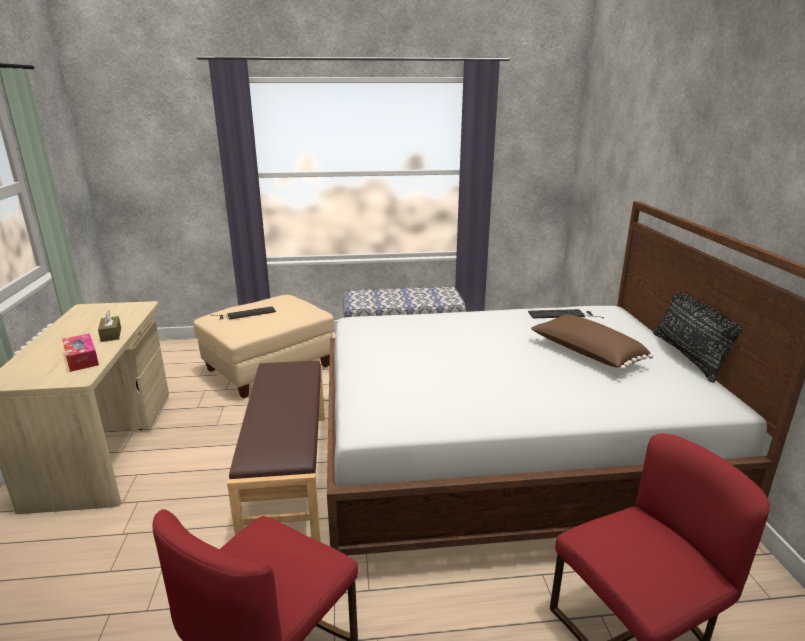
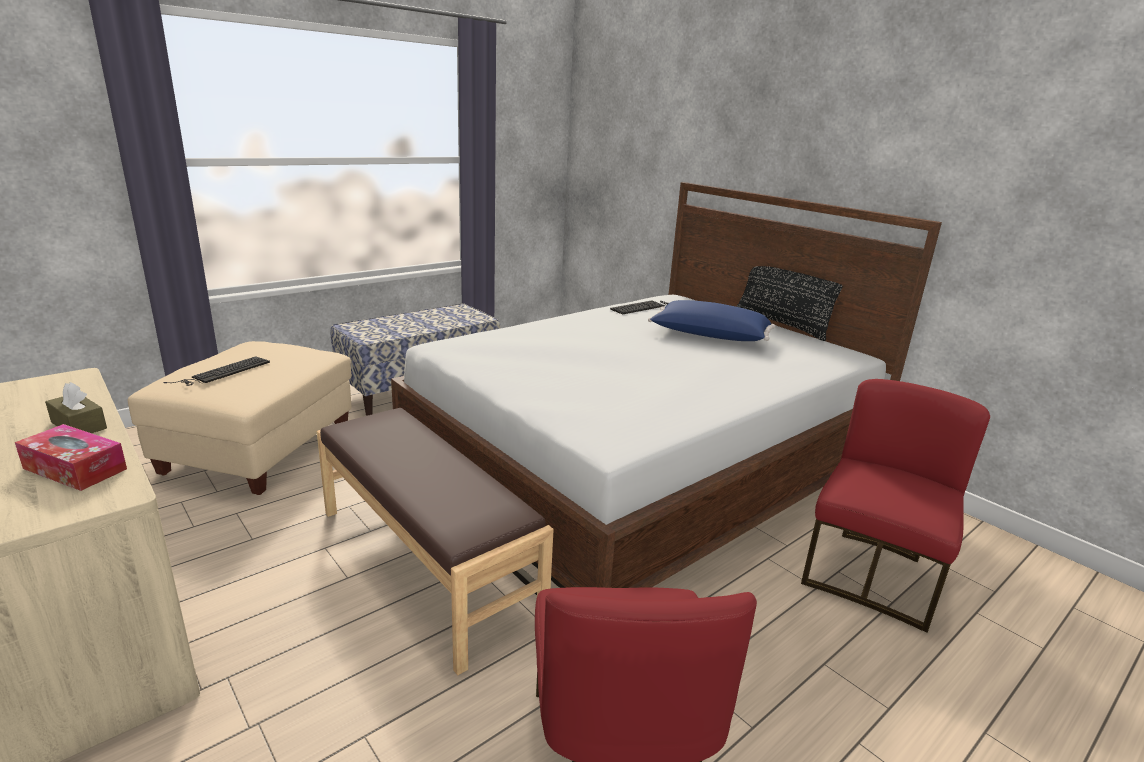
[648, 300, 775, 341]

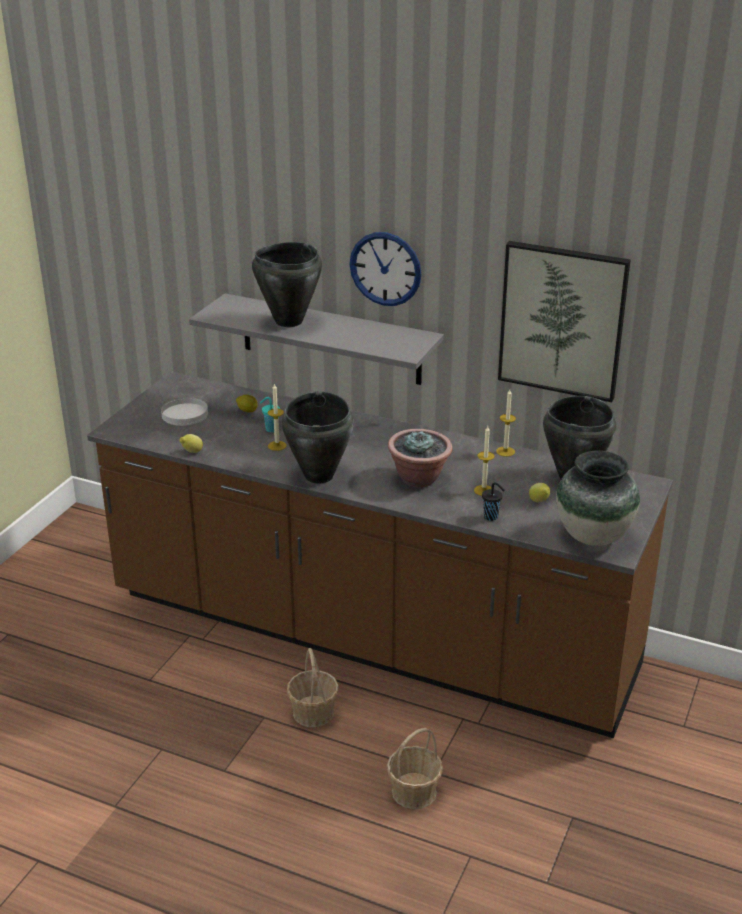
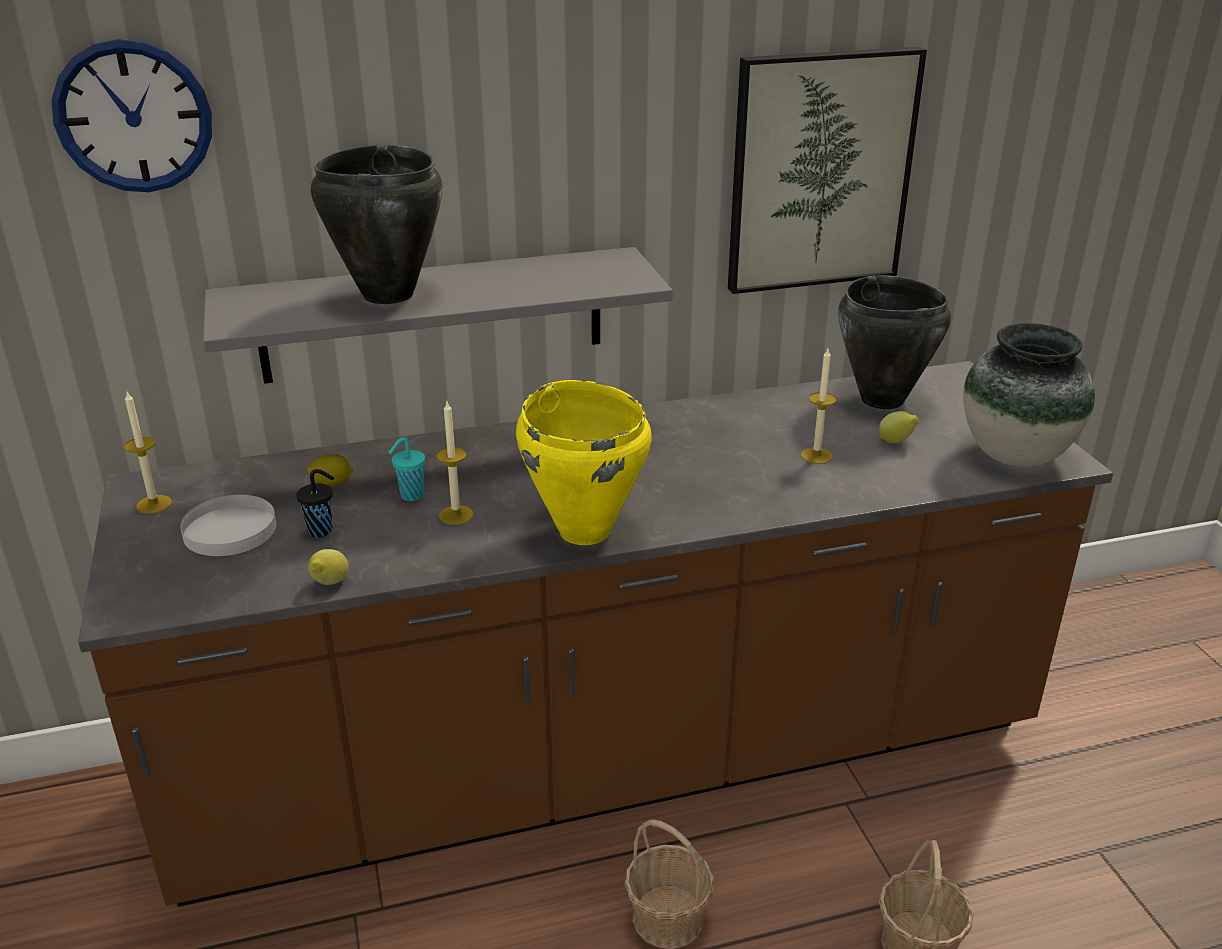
[516, 380, 652, 545]
[52, 39, 212, 192]
[388, 429, 452, 487] (first image)
[296, 469, 334, 537]
[124, 392, 172, 514]

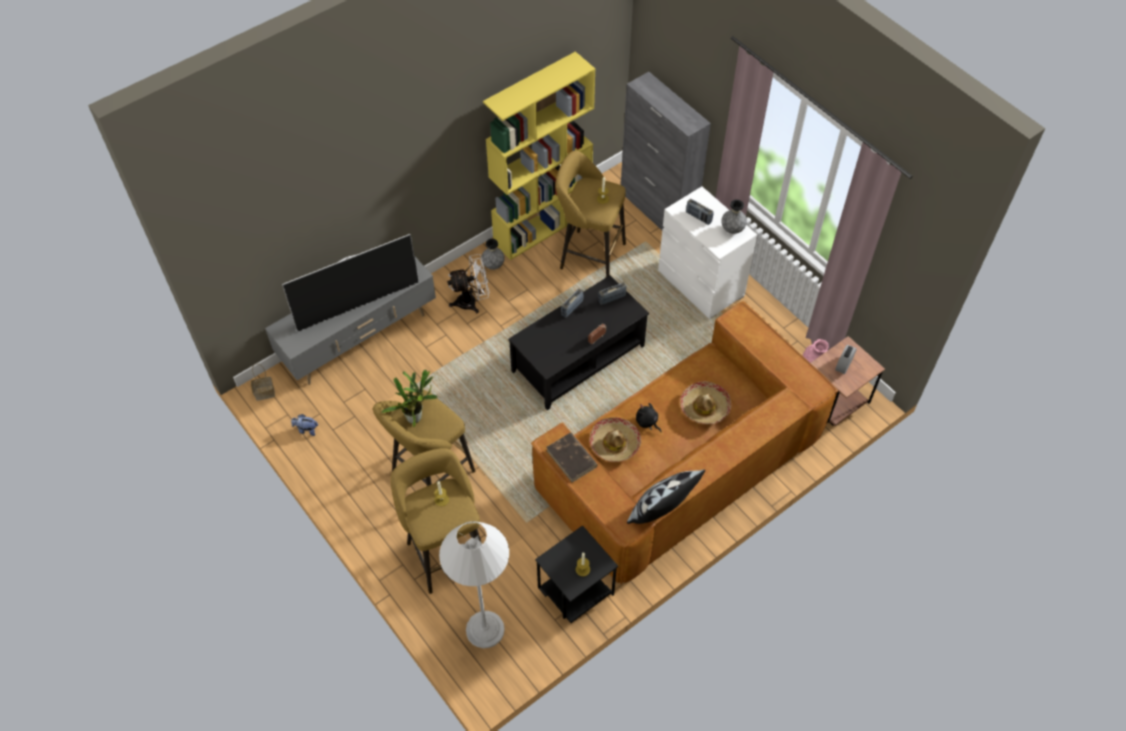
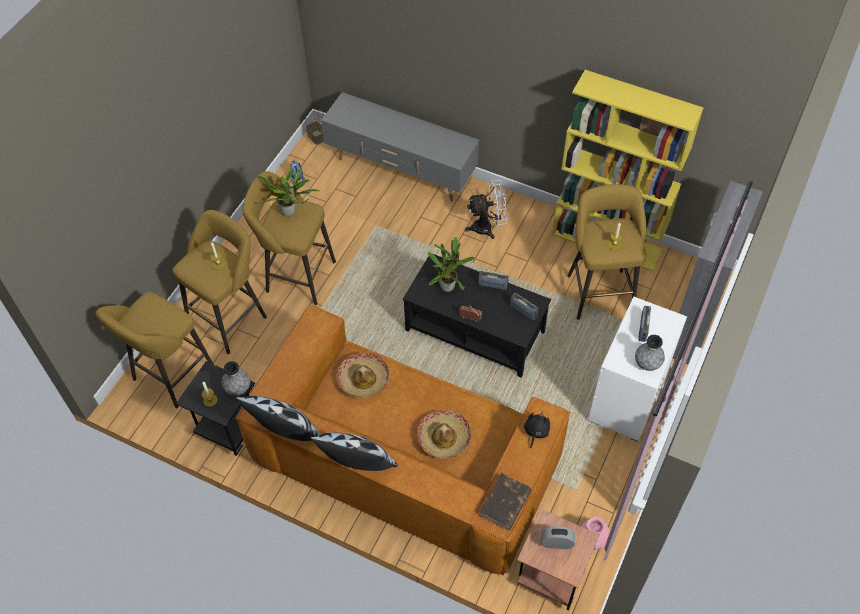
[282, 234, 419, 332] (first image)
[96, 292, 213, 408]
[465, 180, 509, 239]
[222, 361, 250, 396]
[479, 473, 532, 530]
[524, 412, 550, 449]
[310, 432, 398, 471]
[428, 237, 475, 292]

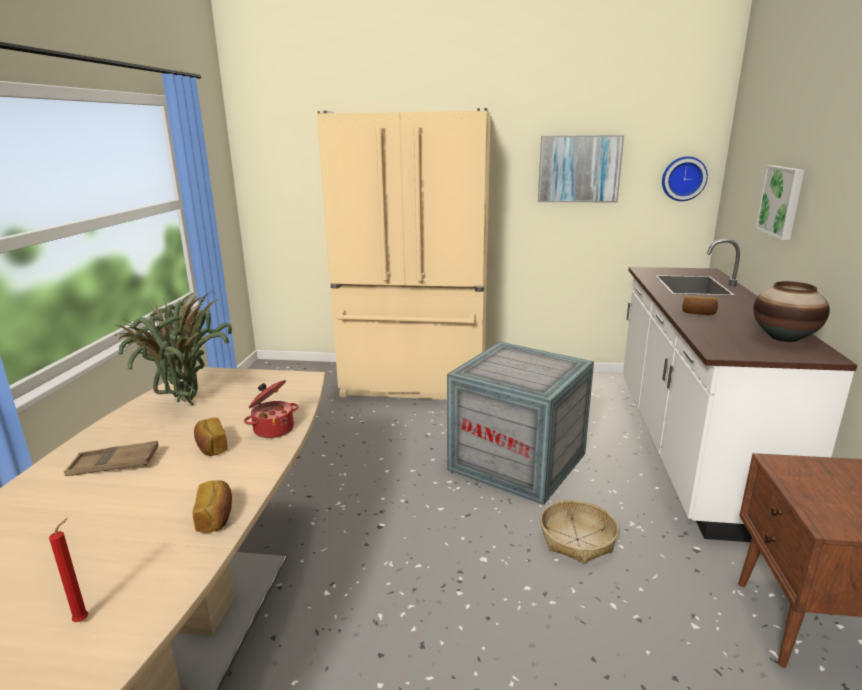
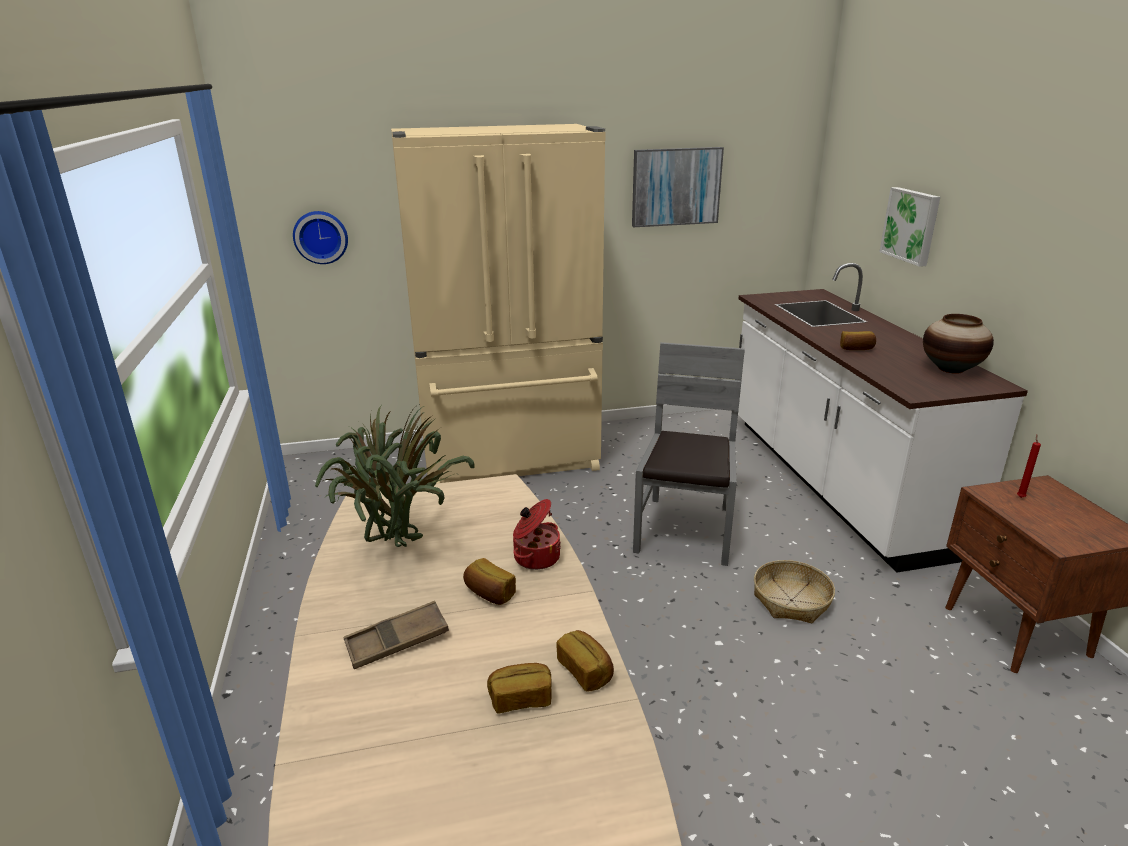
[1017, 435, 1041, 498]
[633, 342, 745, 566]
[293, 211, 348, 264]
[487, 663, 552, 714]

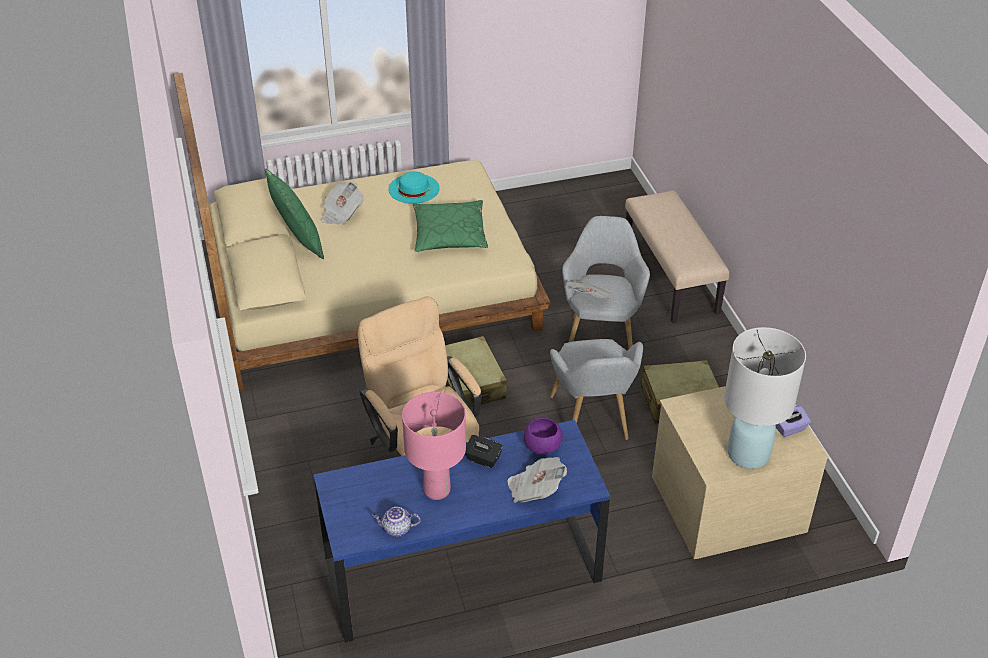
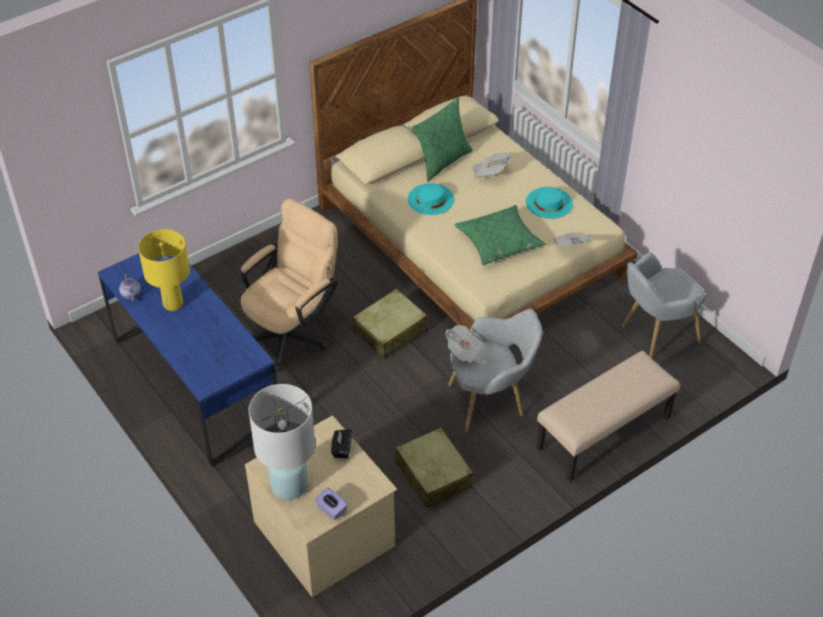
[138, 229, 190, 311]
[331, 429, 352, 458]
[552, 232, 592, 246]
[524, 418, 563, 454] (first image)
[622, 253, 706, 358]
[408, 183, 454, 215]

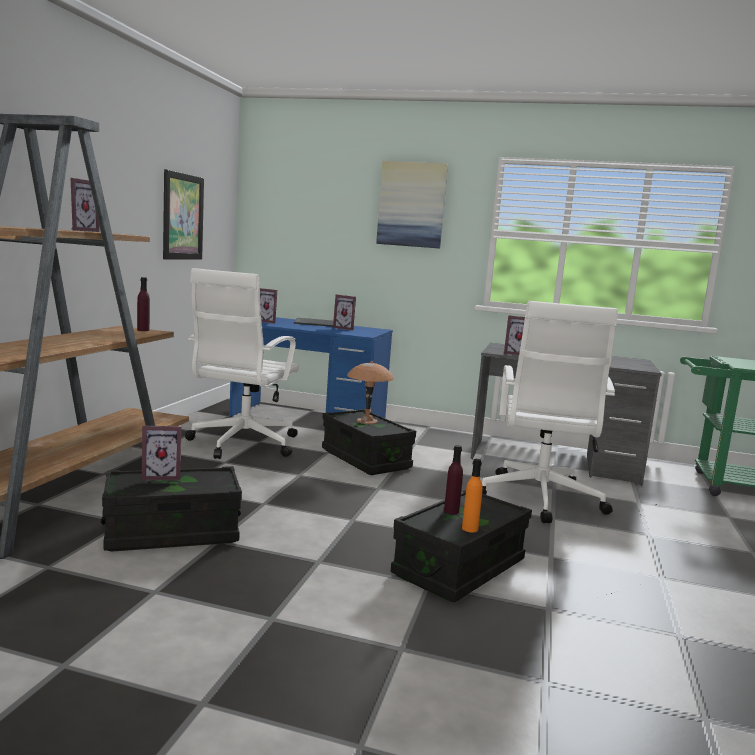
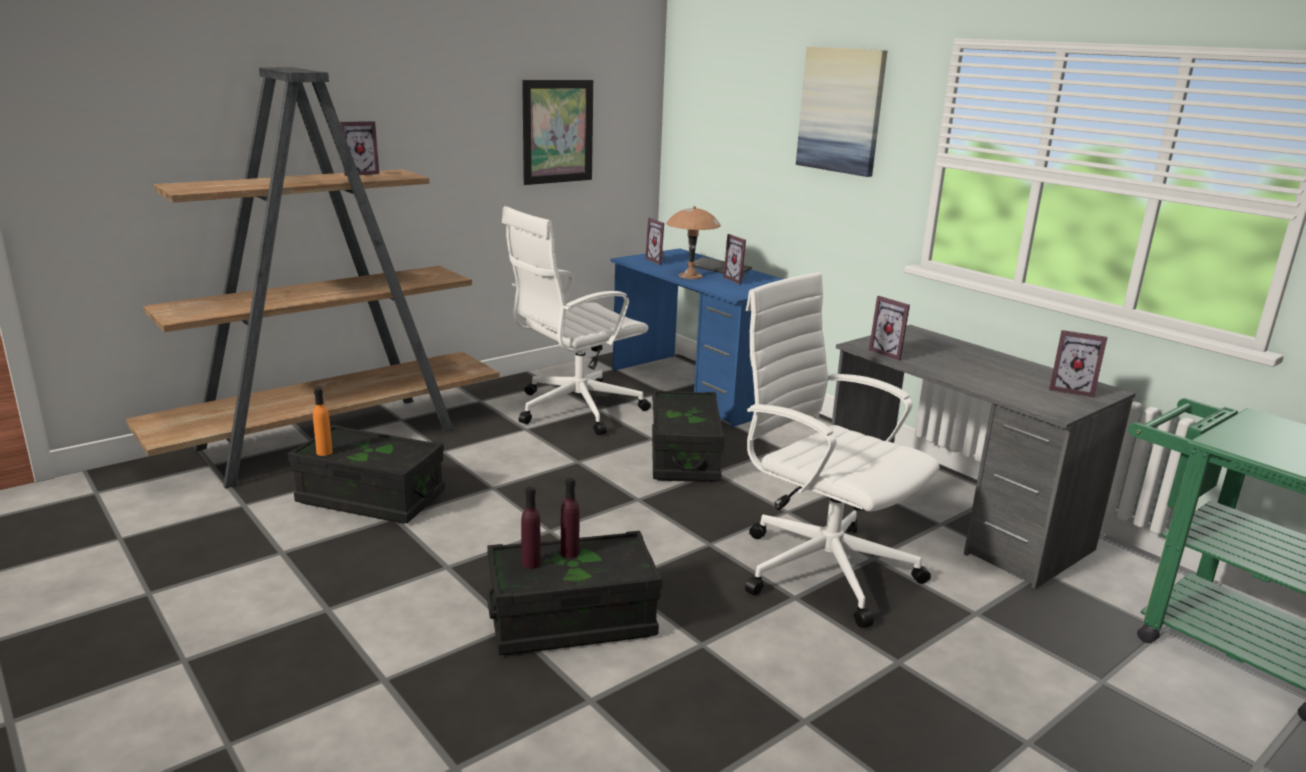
[521, 487, 541, 569]
[1049, 330, 1108, 398]
[666, 206, 721, 279]
[313, 388, 333, 456]
[745, 272, 940, 628]

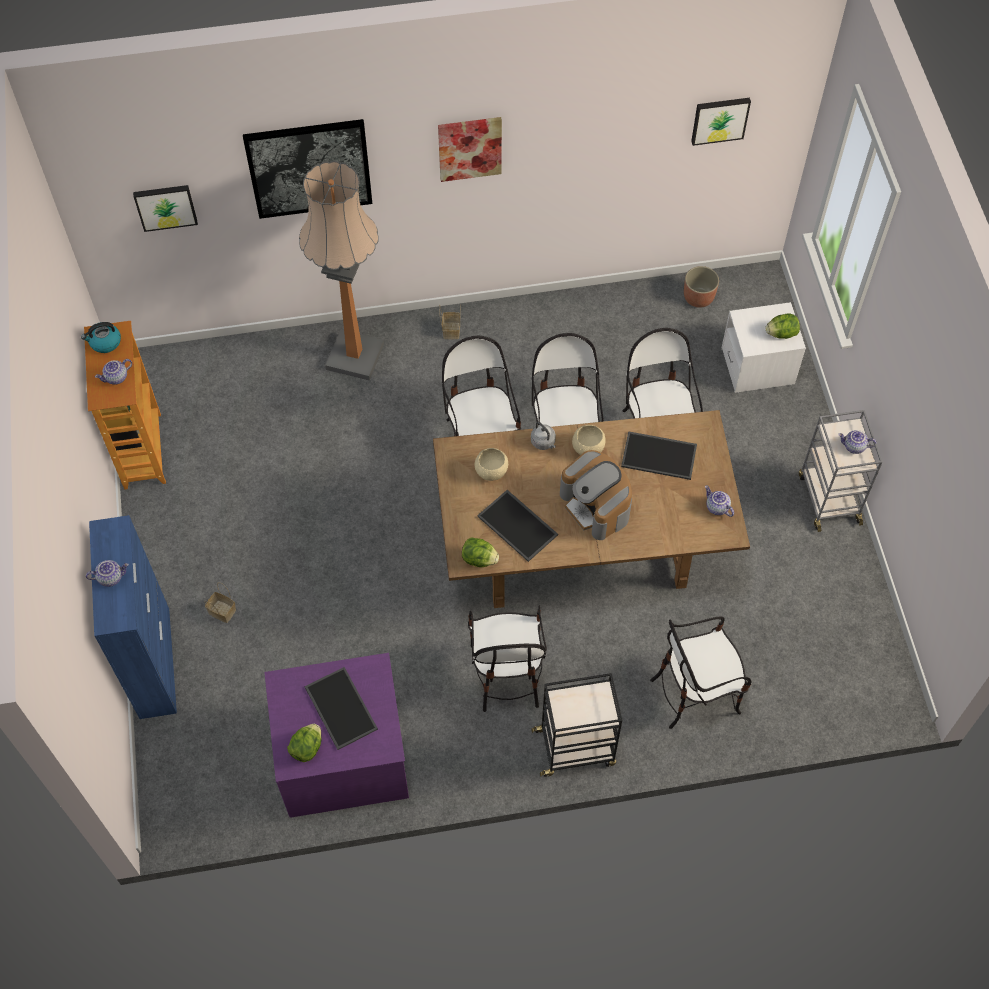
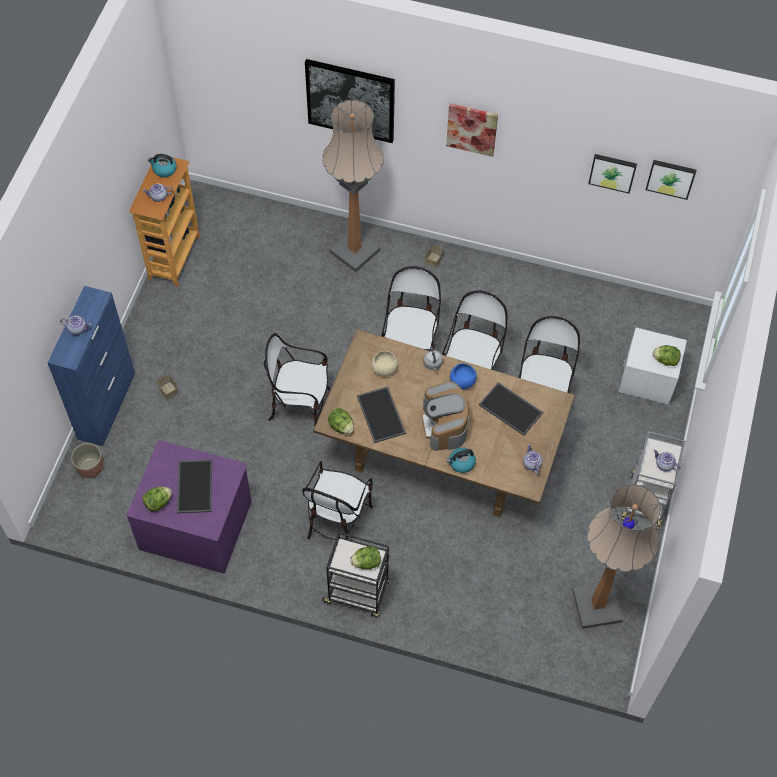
[588, 154, 637, 194]
[450, 364, 477, 389]
[264, 333, 330, 426]
[71, 443, 103, 478]
[350, 546, 381, 569]
[446, 448, 476, 473]
[572, 484, 660, 629]

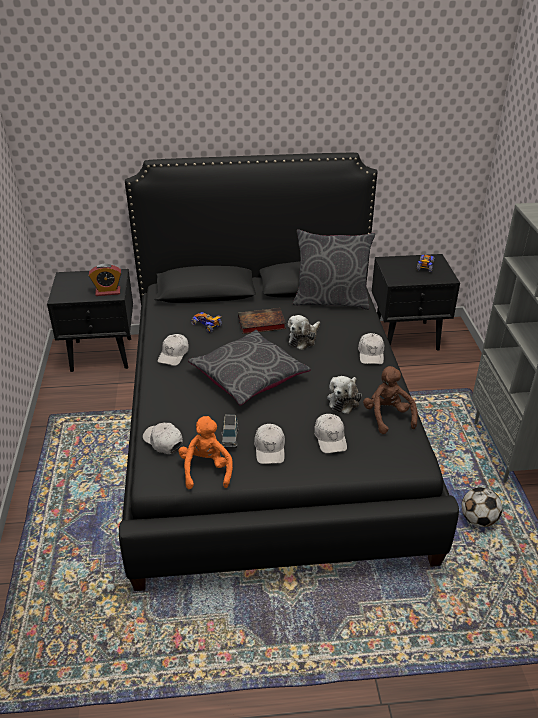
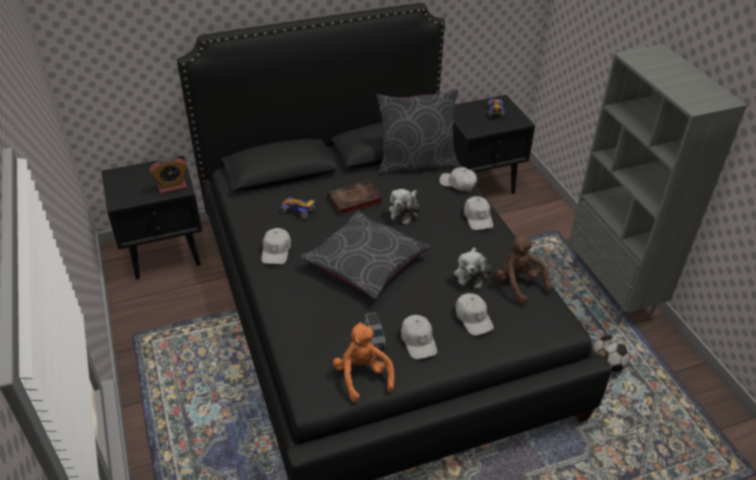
[439, 167, 478, 192]

